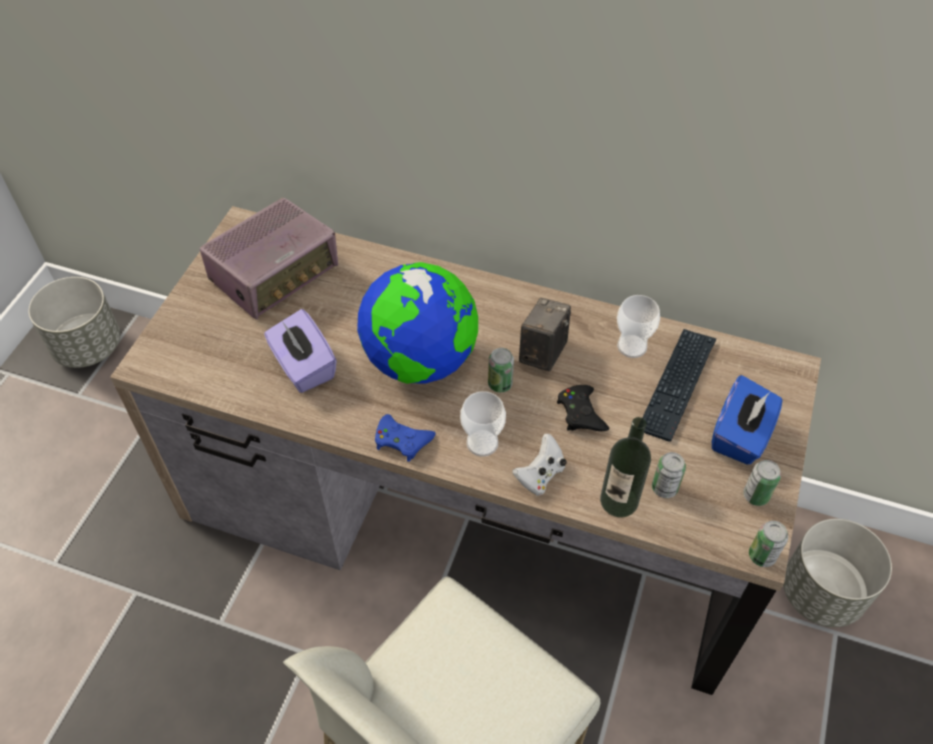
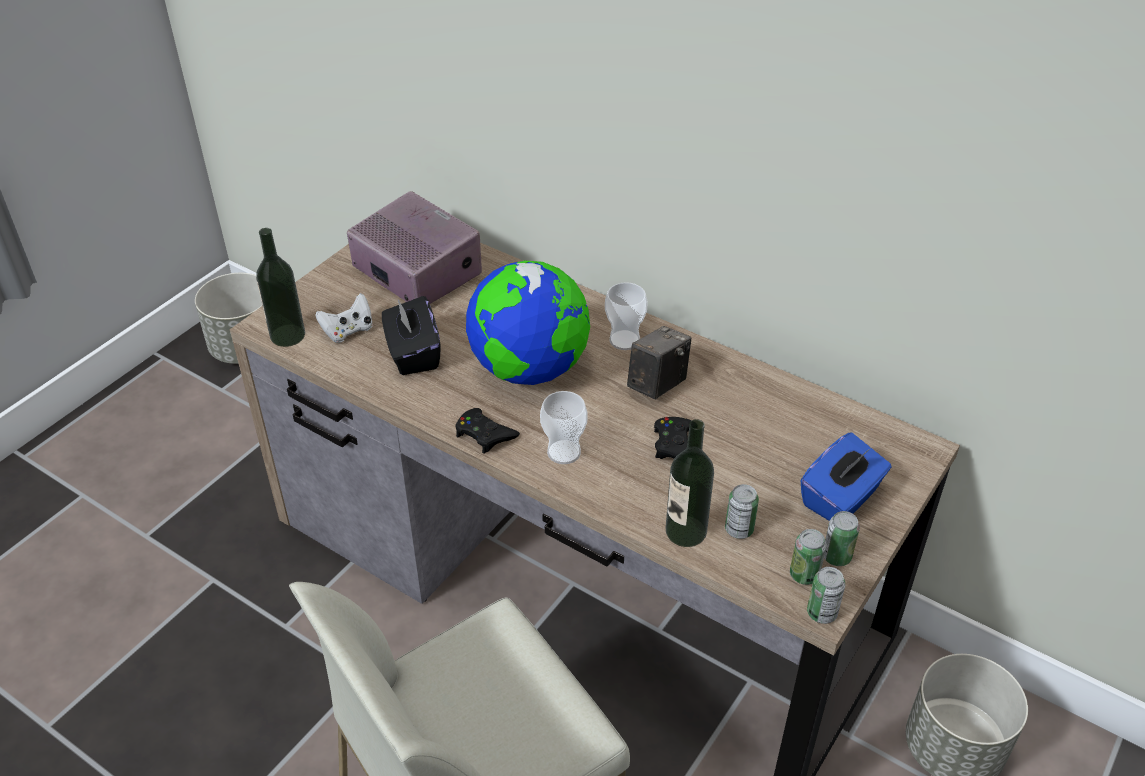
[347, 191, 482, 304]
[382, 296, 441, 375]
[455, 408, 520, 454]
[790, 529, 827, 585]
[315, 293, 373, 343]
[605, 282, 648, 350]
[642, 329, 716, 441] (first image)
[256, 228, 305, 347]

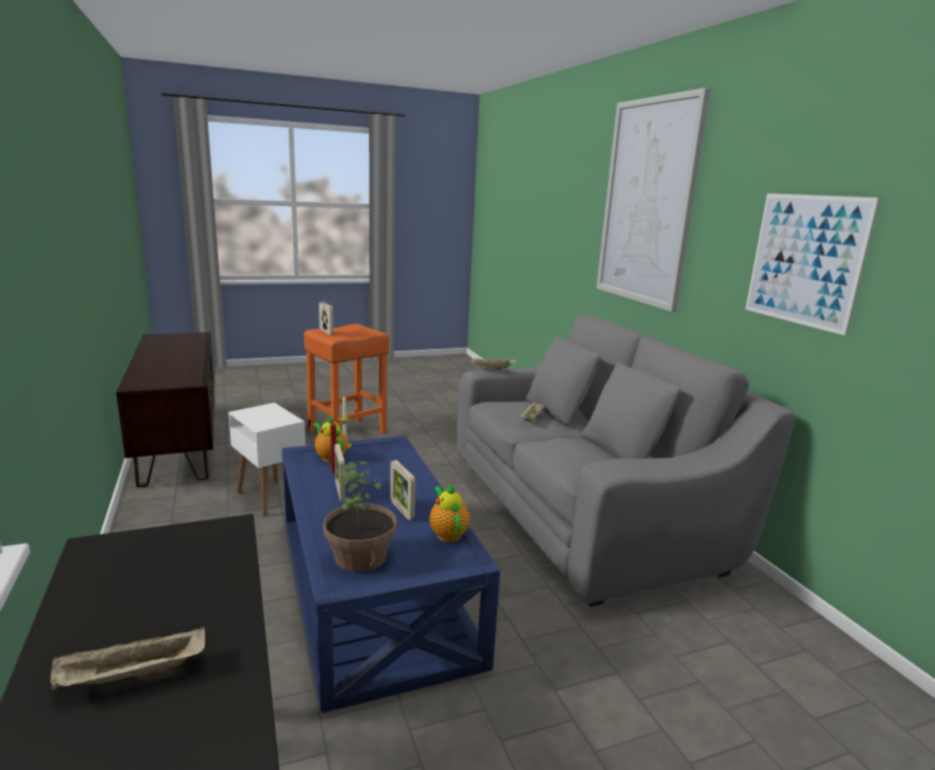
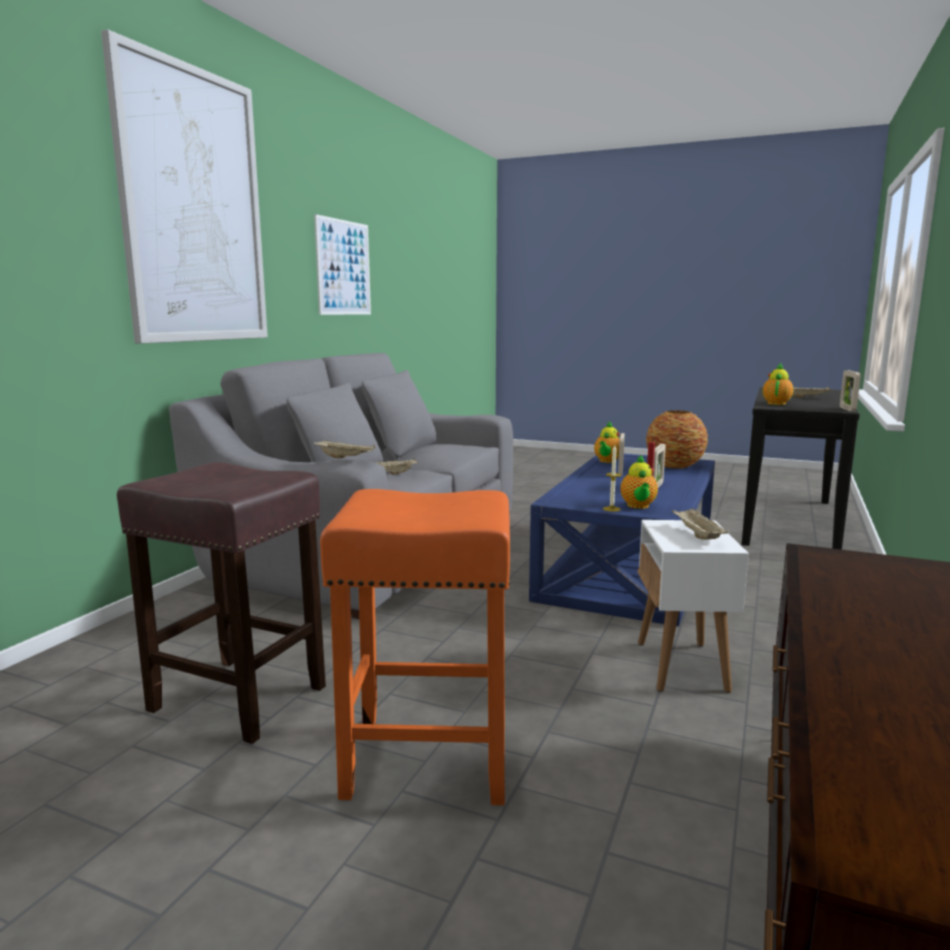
[840, 370, 861, 412]
[646, 410, 708, 469]
[117, 462, 326, 744]
[672, 508, 729, 540]
[763, 363, 794, 405]

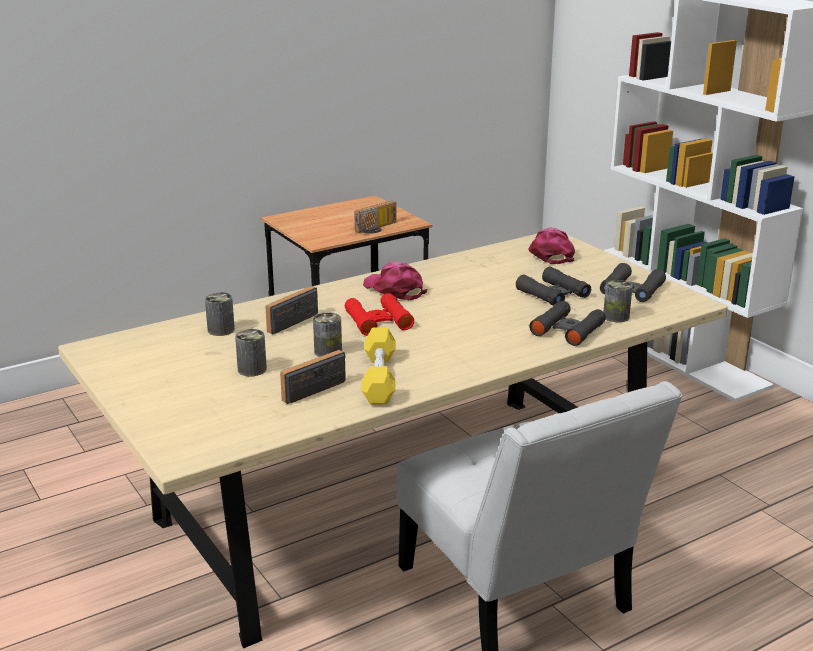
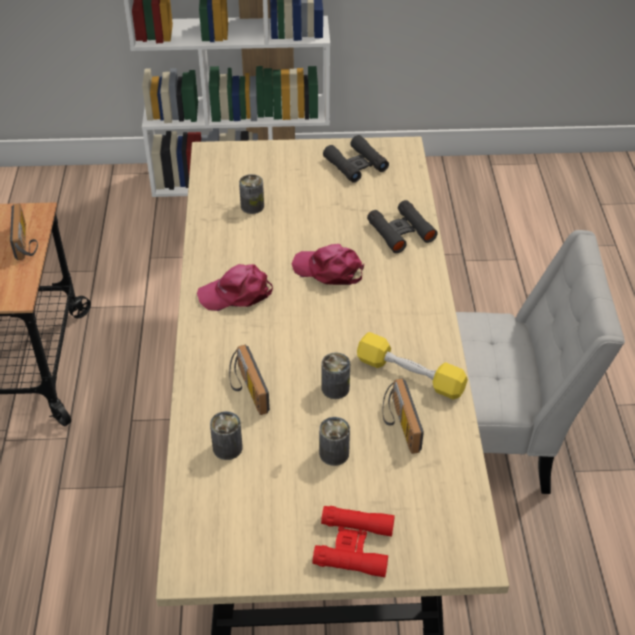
[313, 506, 395, 577]
[516, 267, 591, 306] (first image)
[291, 244, 364, 285]
[239, 174, 264, 214]

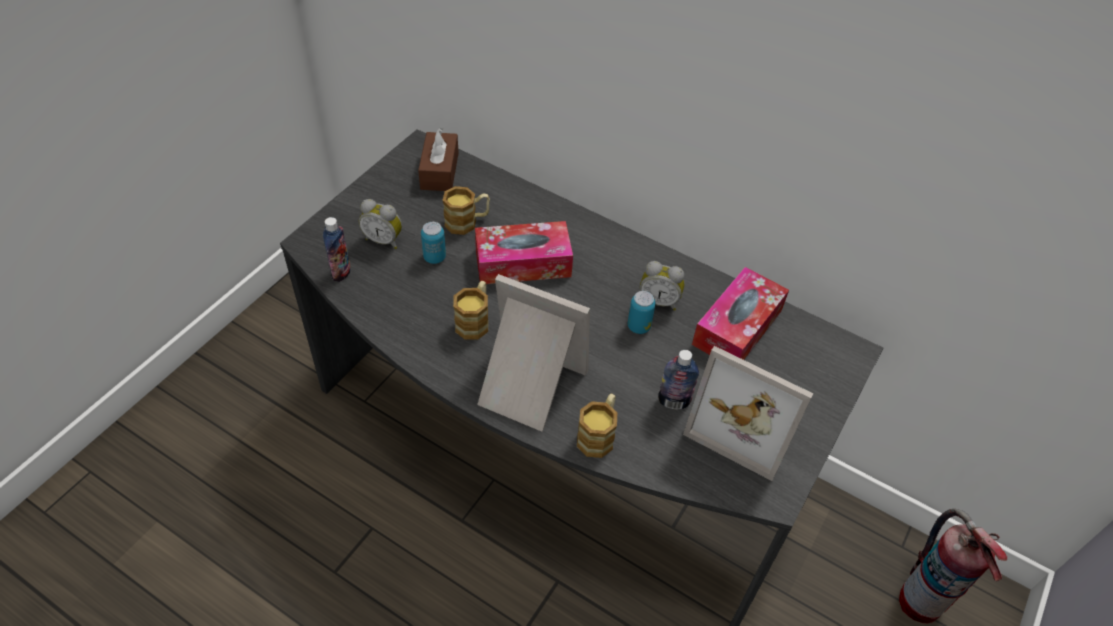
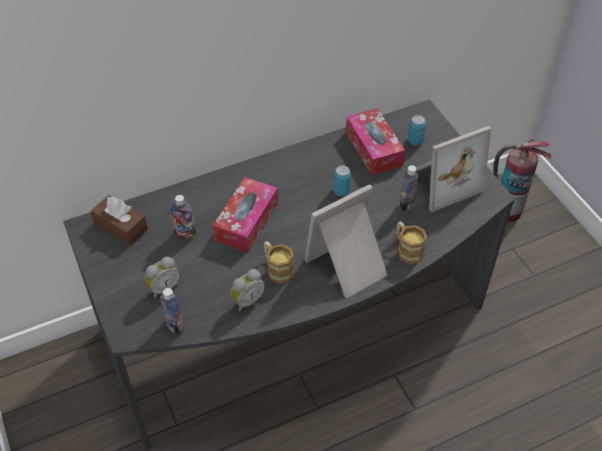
[408, 115, 426, 145]
[170, 195, 196, 239]
[230, 269, 265, 312]

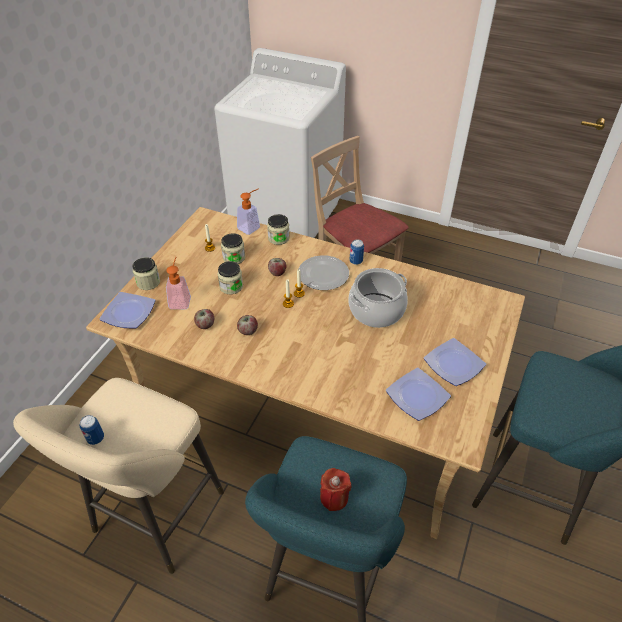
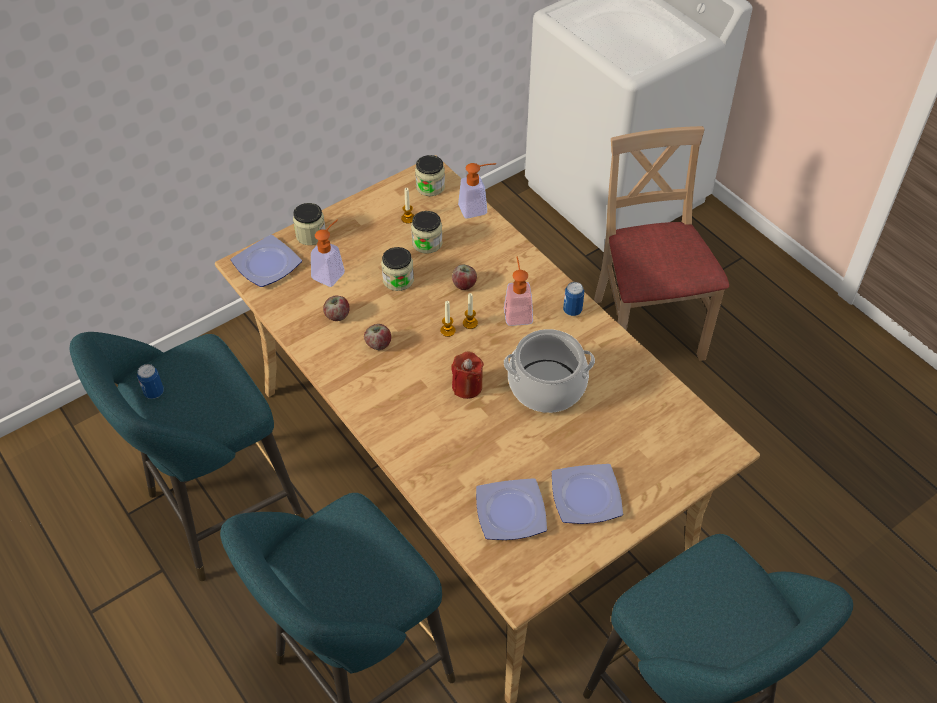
[70, 332, 305, 581]
[415, 155, 445, 196]
[504, 257, 533, 326]
[451, 351, 484, 399]

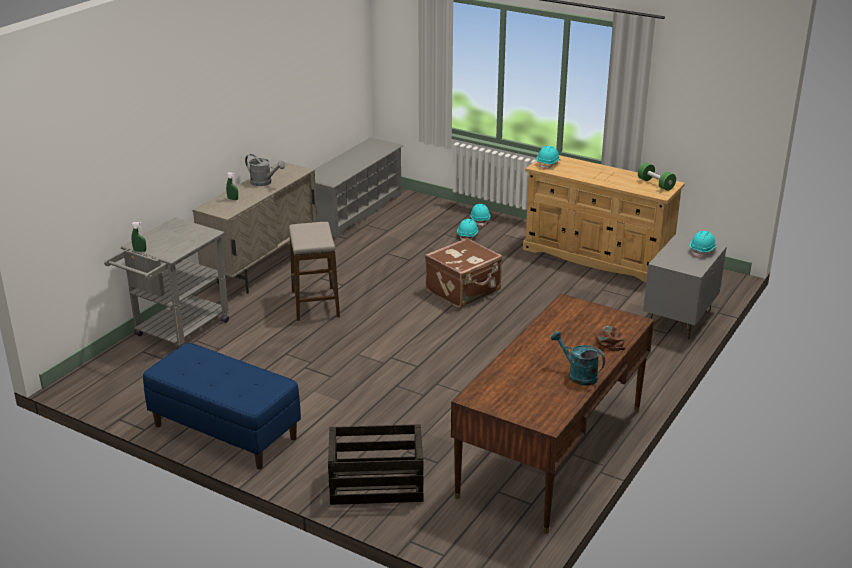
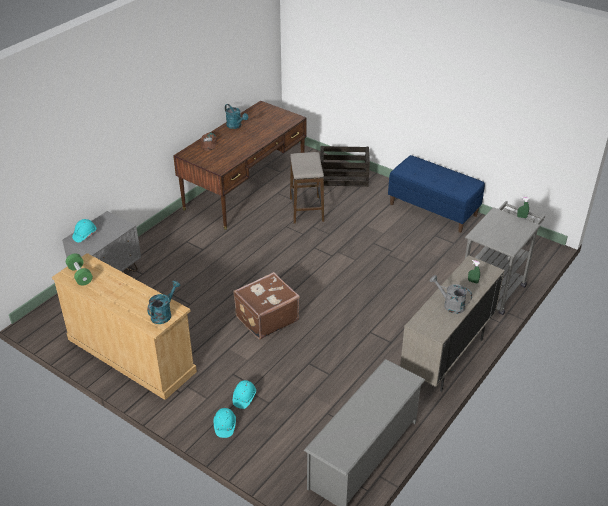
[290, 152, 324, 224]
[147, 281, 180, 324]

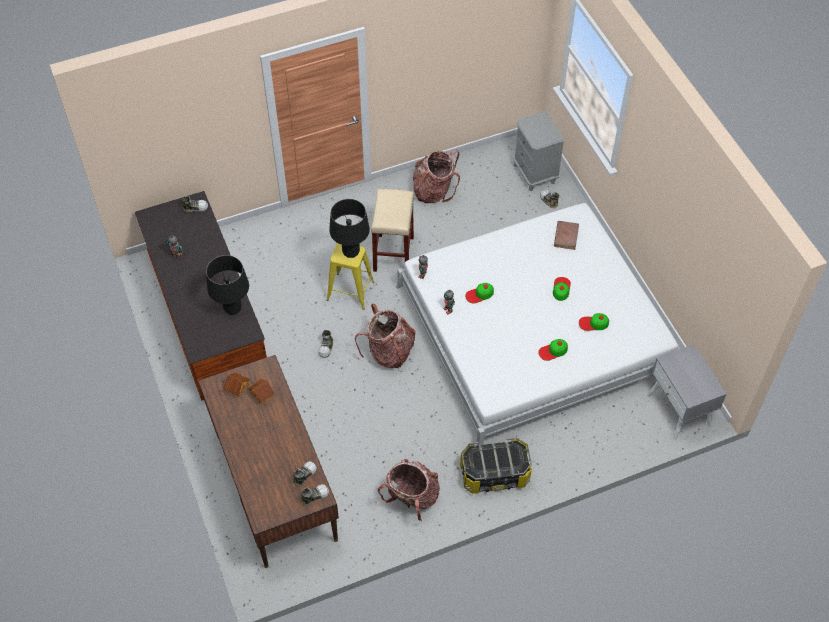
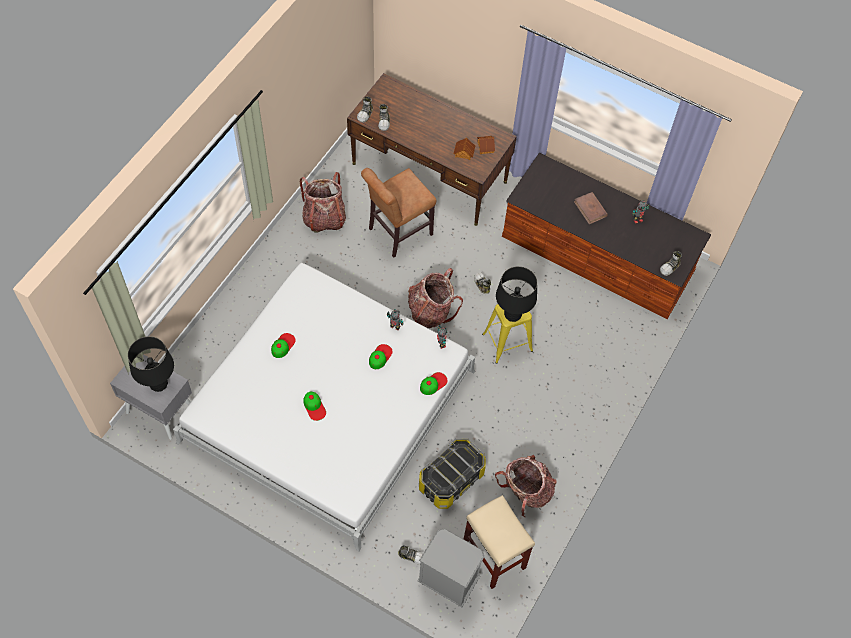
[128, 336, 174, 392]
[464, 495, 535, 589]
[419, 438, 486, 509]
[574, 192, 608, 224]
[420, 372, 448, 395]
[361, 168, 436, 258]

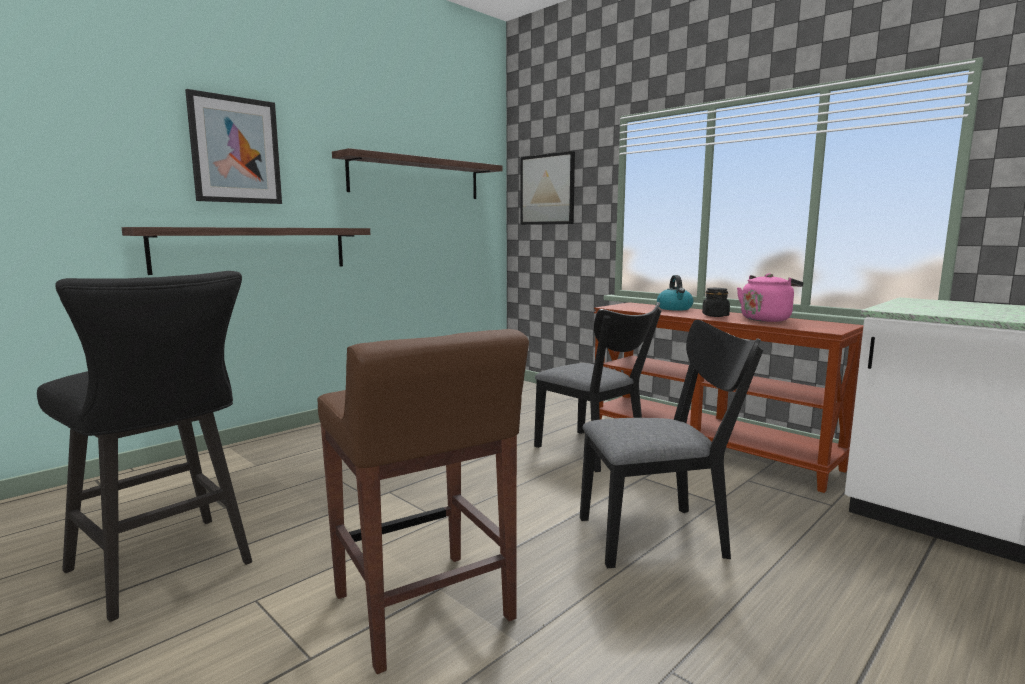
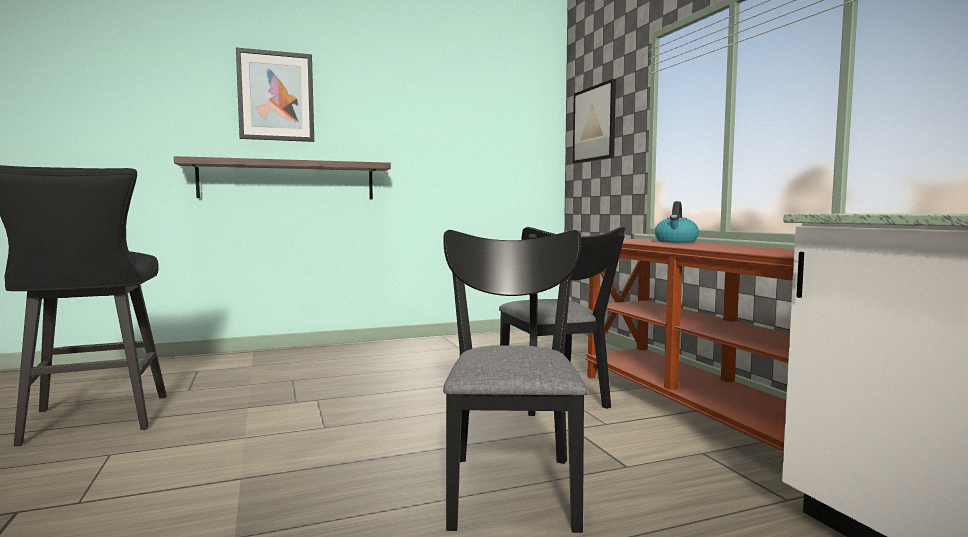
[317, 329, 529, 674] (first image)
[332, 148, 503, 199] (first image)
[443, 230, 587, 533]
[702, 288, 730, 317] (first image)
[737, 273, 803, 322] (first image)

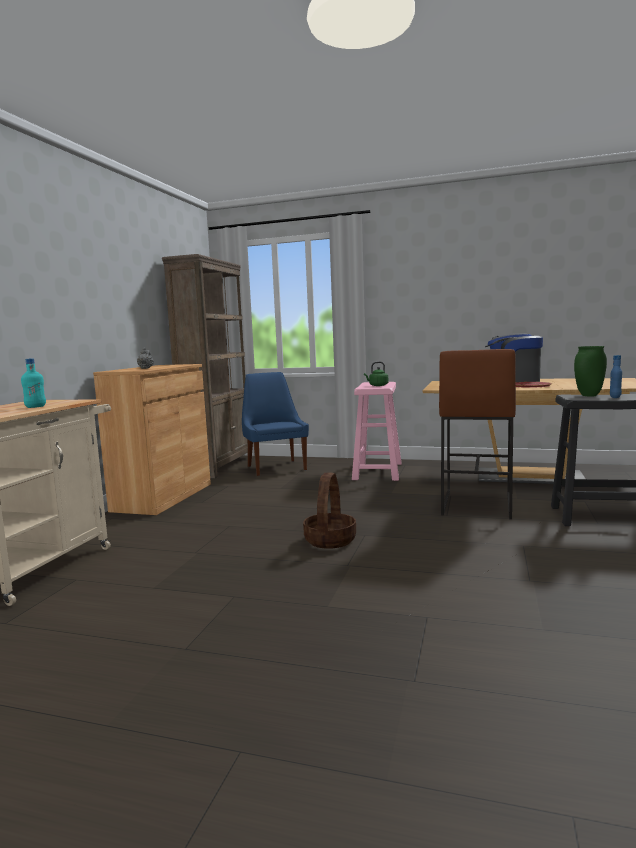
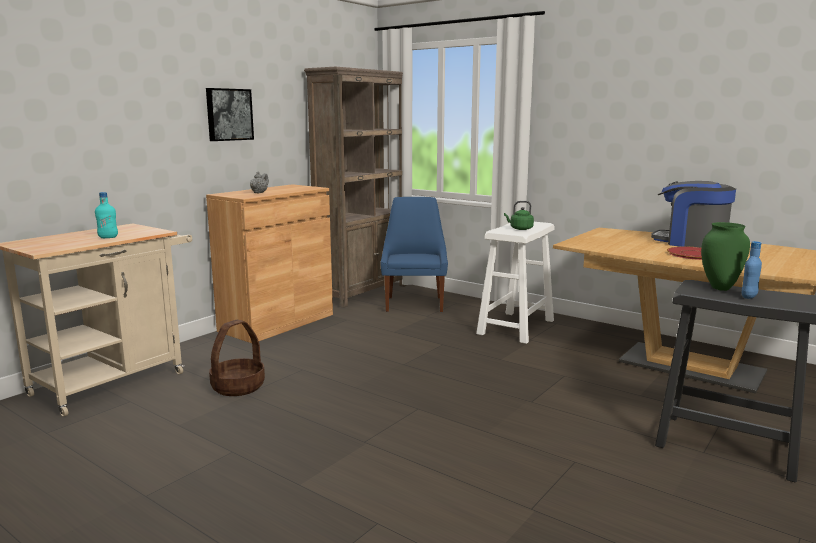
[209, 320, 265, 396]
[476, 222, 555, 344]
[439, 349, 516, 519] (first image)
[206, 88, 254, 141]

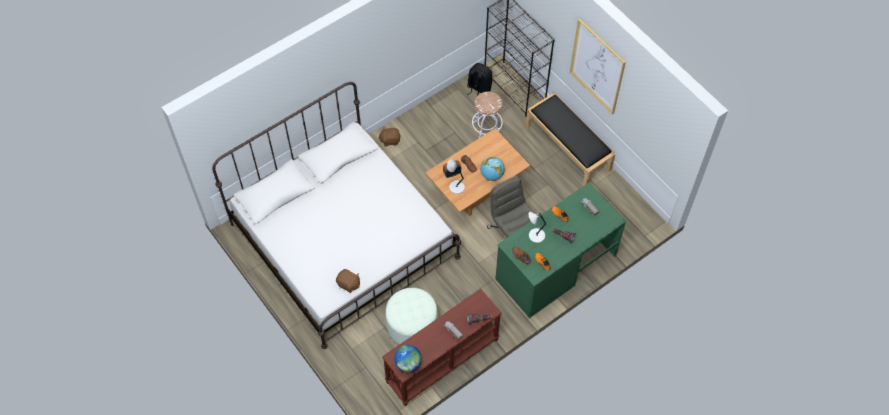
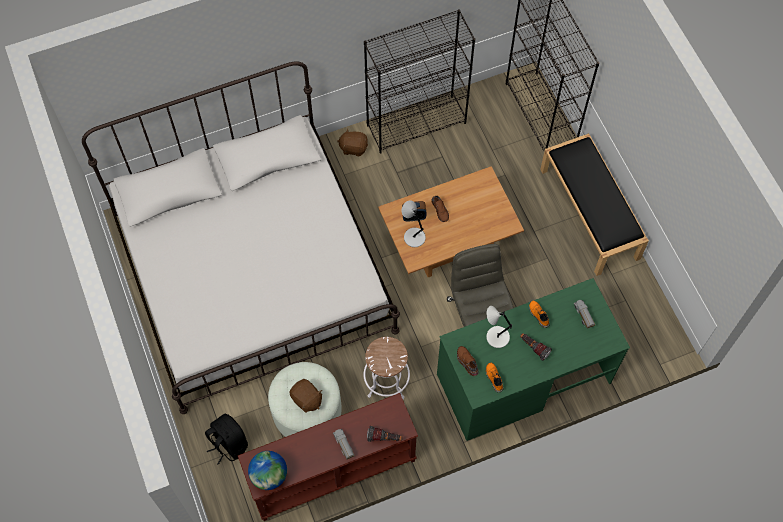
[289, 379, 322, 413]
[205, 414, 248, 465]
[364, 337, 410, 399]
[480, 157, 505, 181] (first image)
[570, 19, 626, 114] (first image)
[364, 9, 475, 154]

